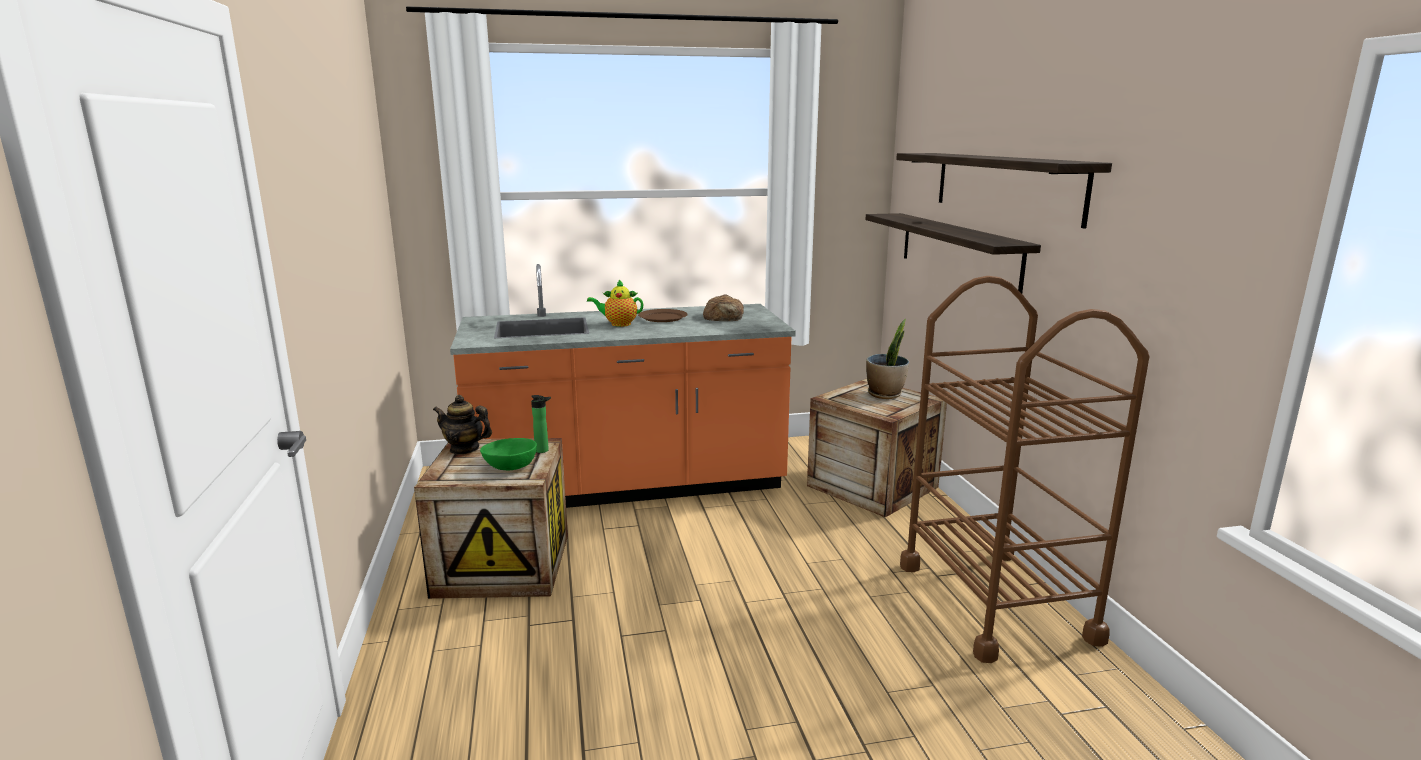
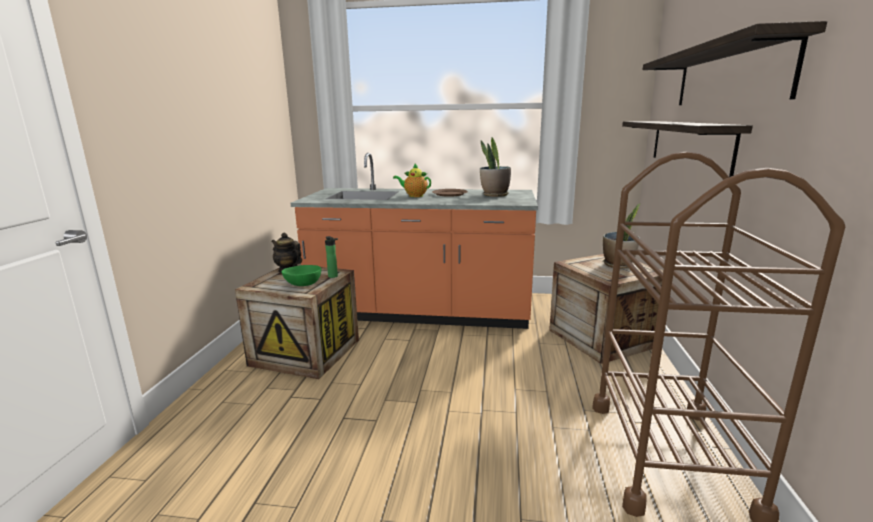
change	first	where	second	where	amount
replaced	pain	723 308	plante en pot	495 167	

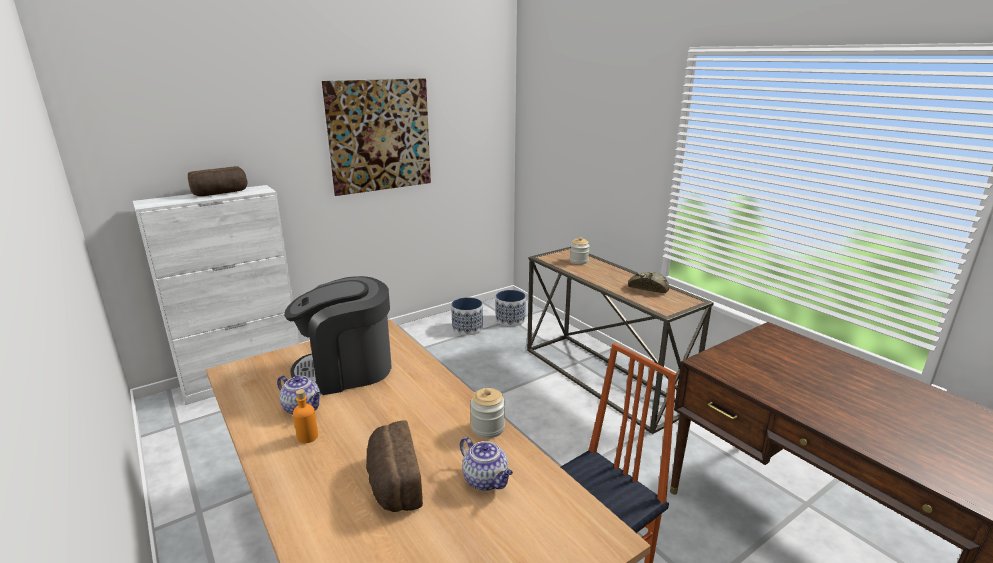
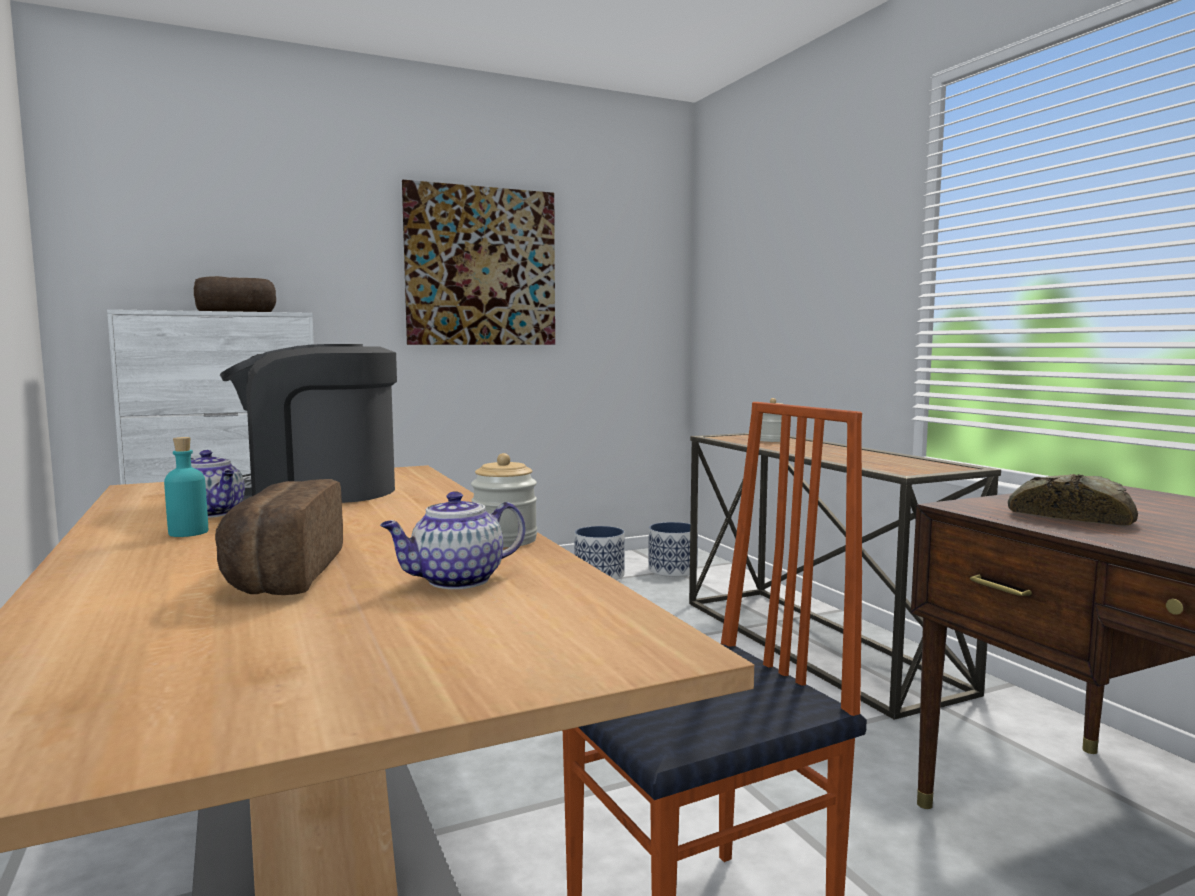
change	first	where	second	where	amount
moved	pain	648 282		1073 500	
recoloured	bouteille (orange)	305 416	bouteille (turquoise)	186 487	
turned	théière	486 464		453 540	90 degrees clockwise

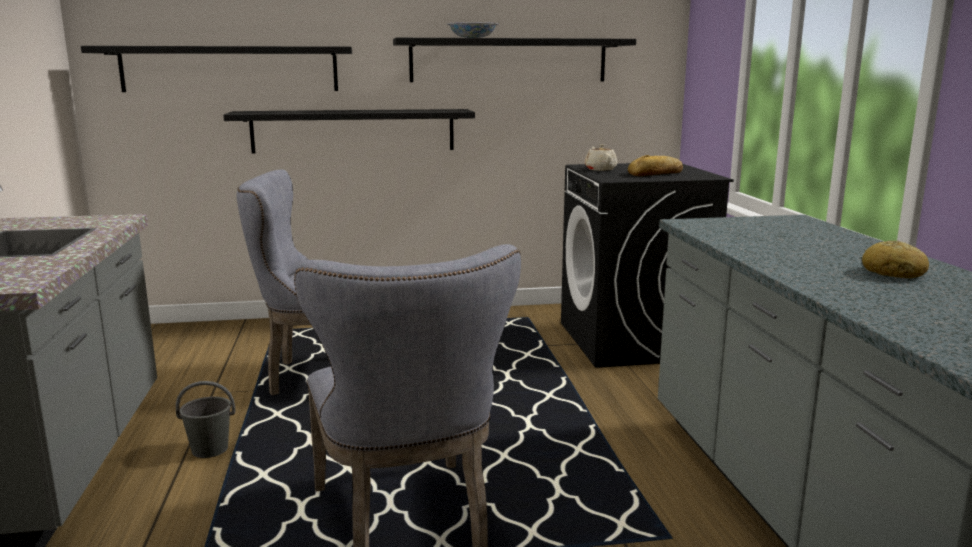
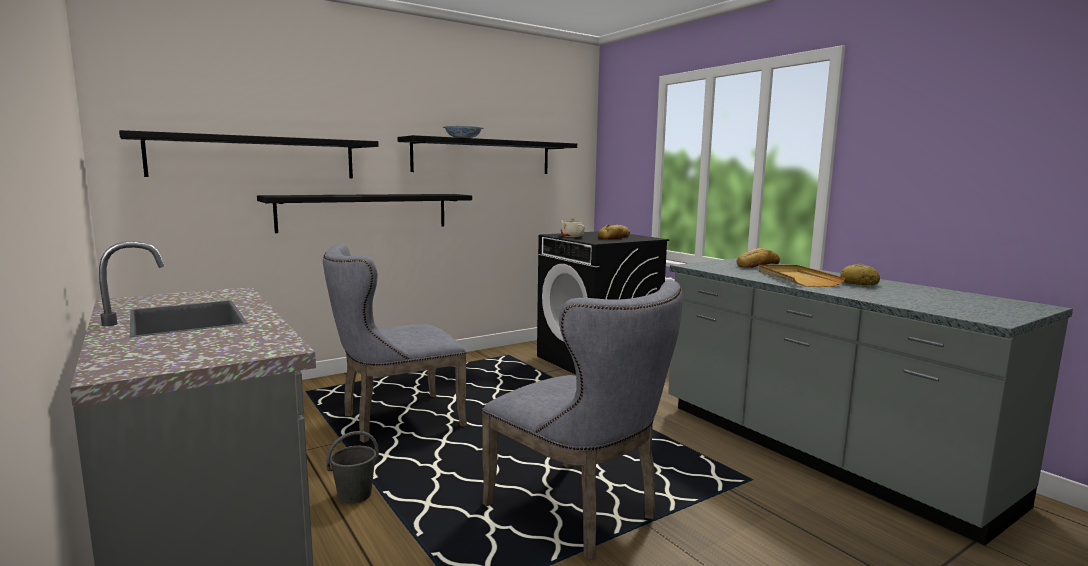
change	first	where	second	where	amount
added			pain	758 258	
added			plateau (beige)	802 276	

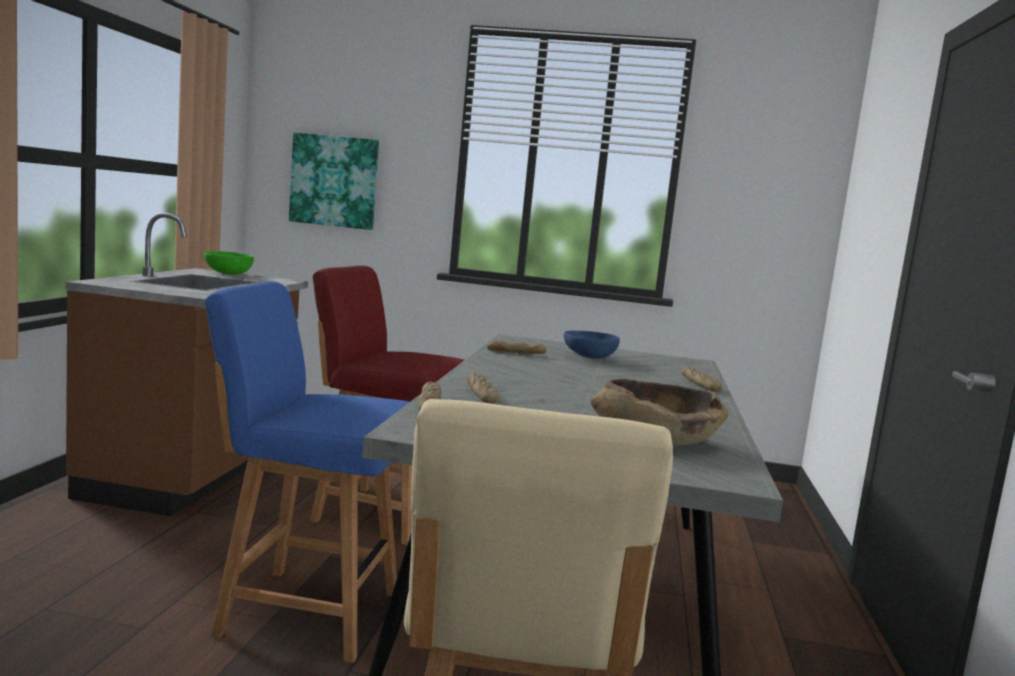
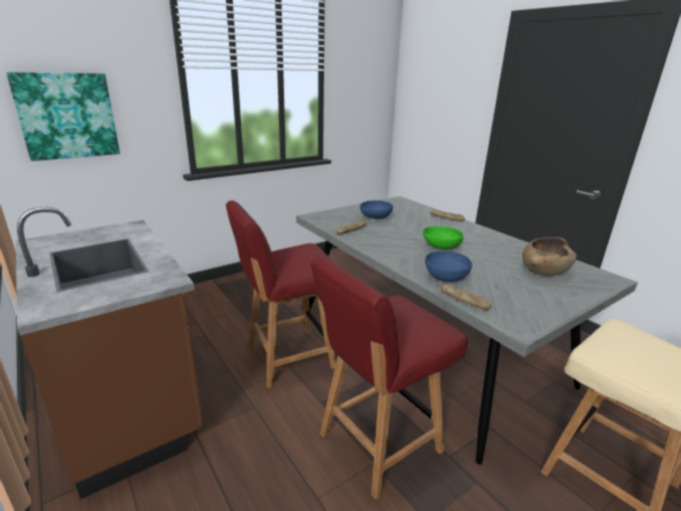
change	first	where	second	where	amount
moved	bol (vert)	229 263		443 238	
replaced	pain	483 388	bol (bleu)	448 266	
recoloured	chaise (bleu)	307 472	chaise (rouge)	389 378	

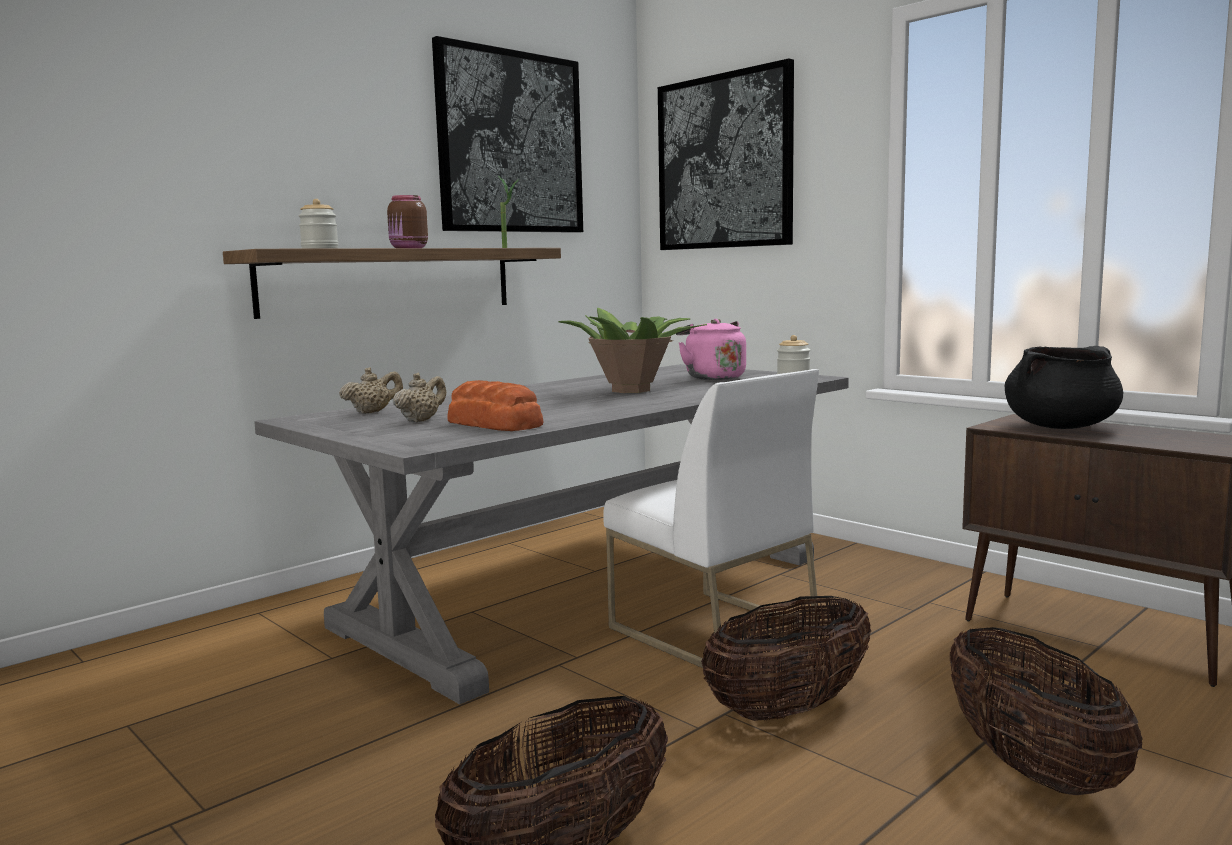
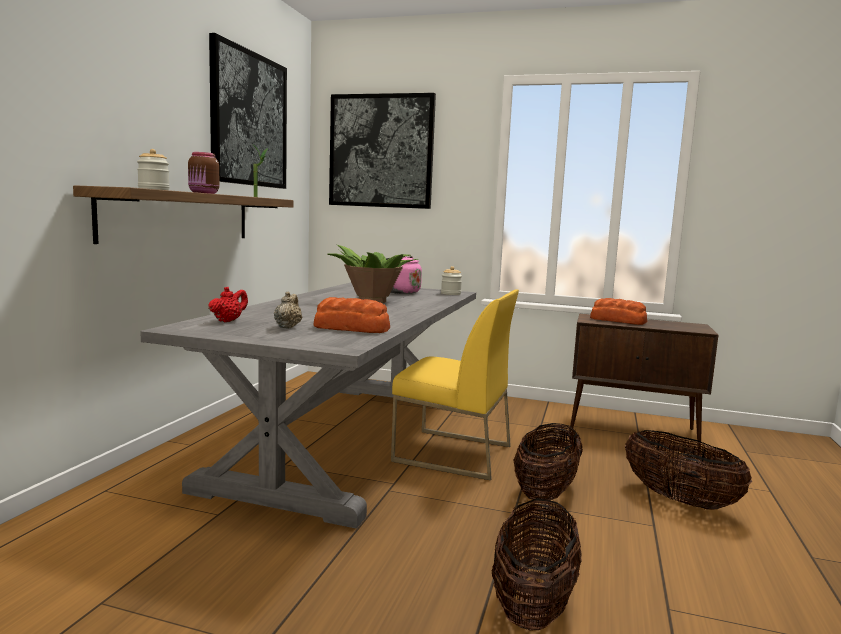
change	first	where	second	where	amount
replaced	marmite (noir)	1064 387	pain	618 311	
recoloured	théière (beige)	371 390	théière (rouge)	228 304	
recoloured	chaise (blanc)	711 518	chaise (jaune)	455 384	

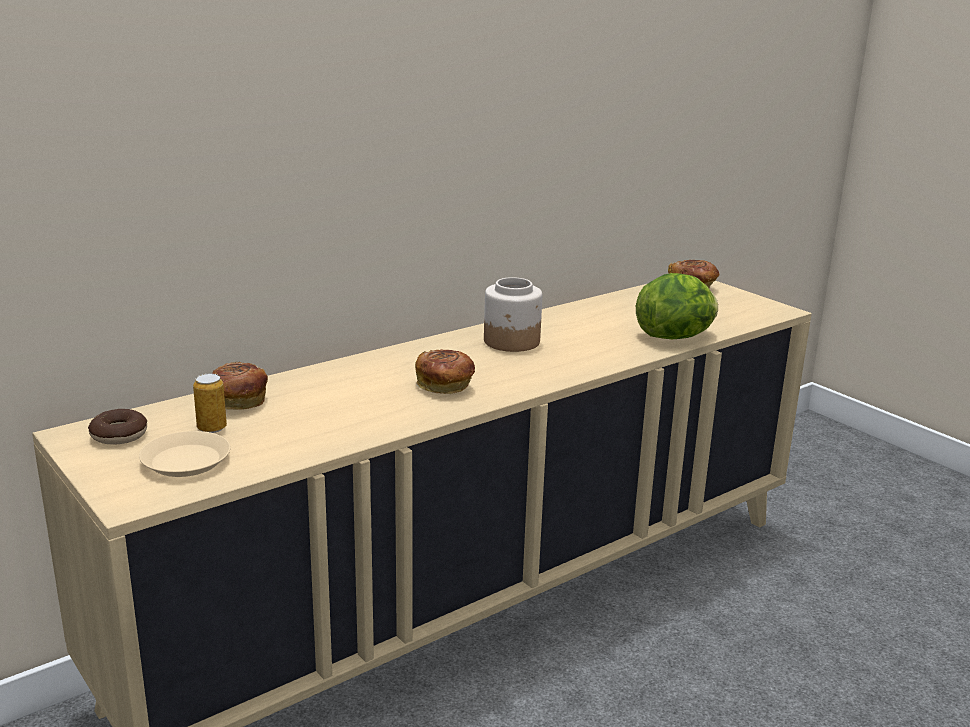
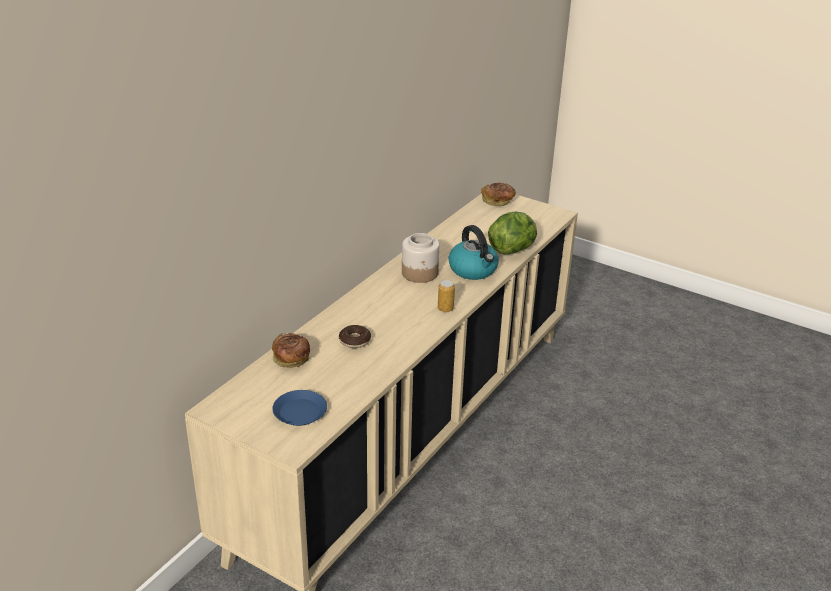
change	first	where	second	where	amount
removed	pain	445 371			
added			bouilloire	473 252	
moved	beignet	117 427		355 336	
moved	boîte métallique	210 403		446 296	
recoloured	assiette (beige)	185 454	assiette (bleu)	299 408	

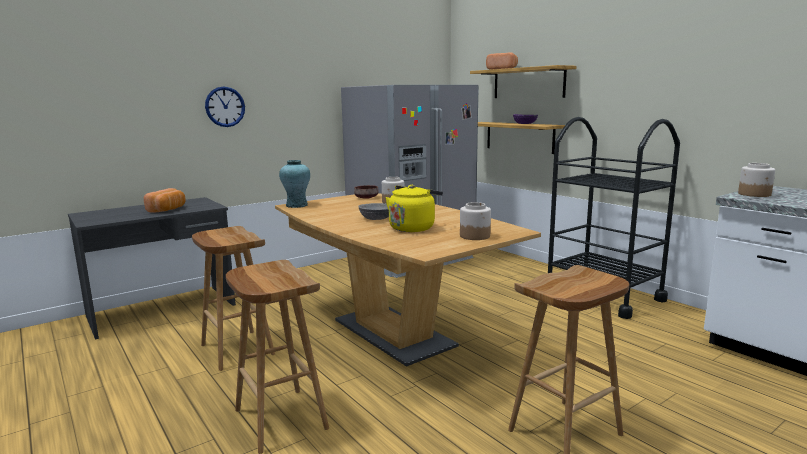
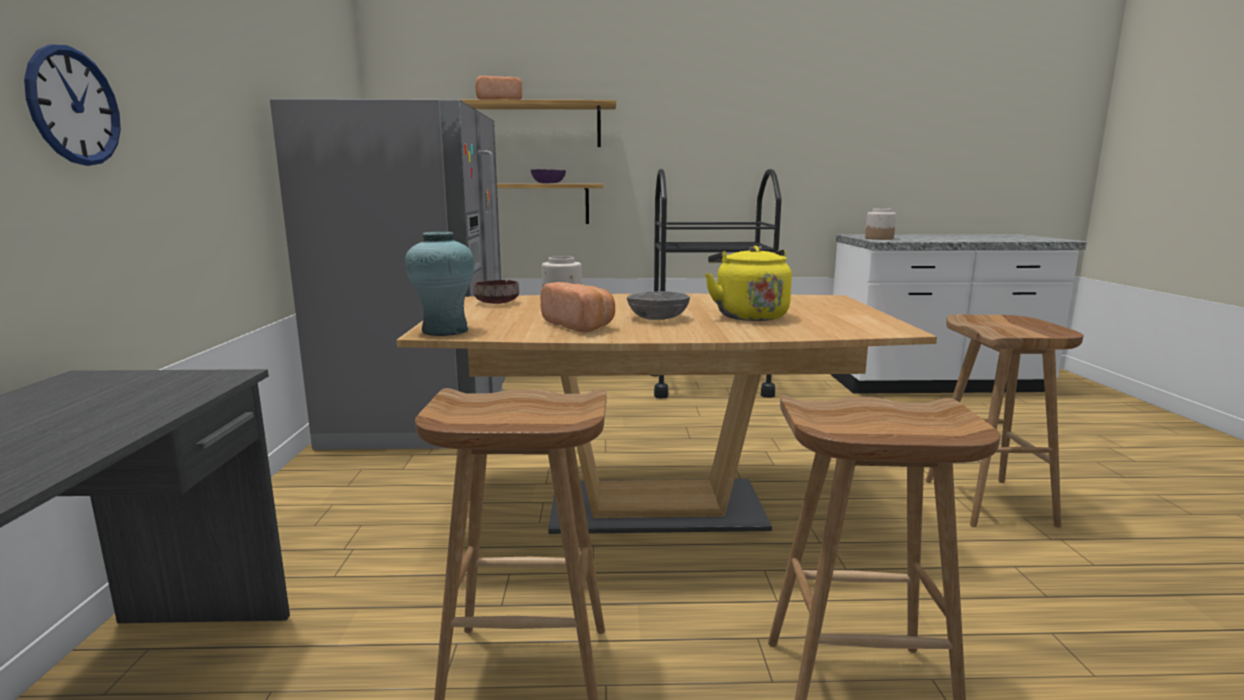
change	first	where	second	where	amount
removed	bocal	475 221			
moved	pain	165 200		577 307	

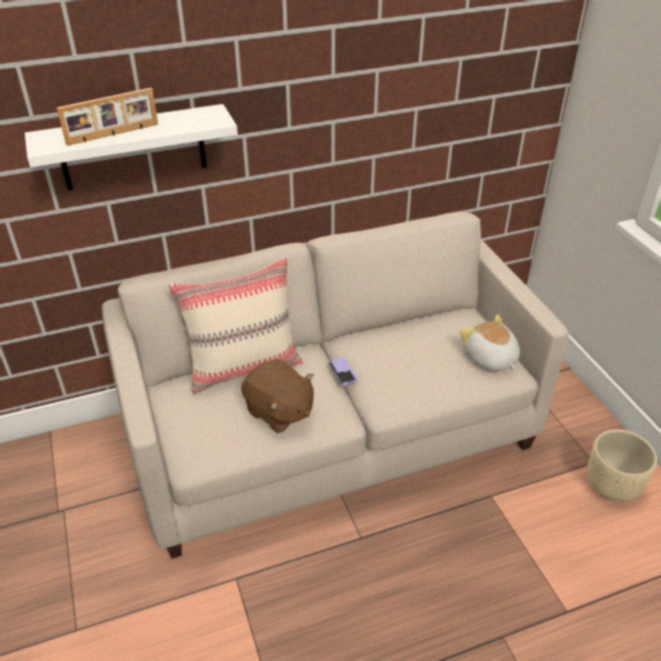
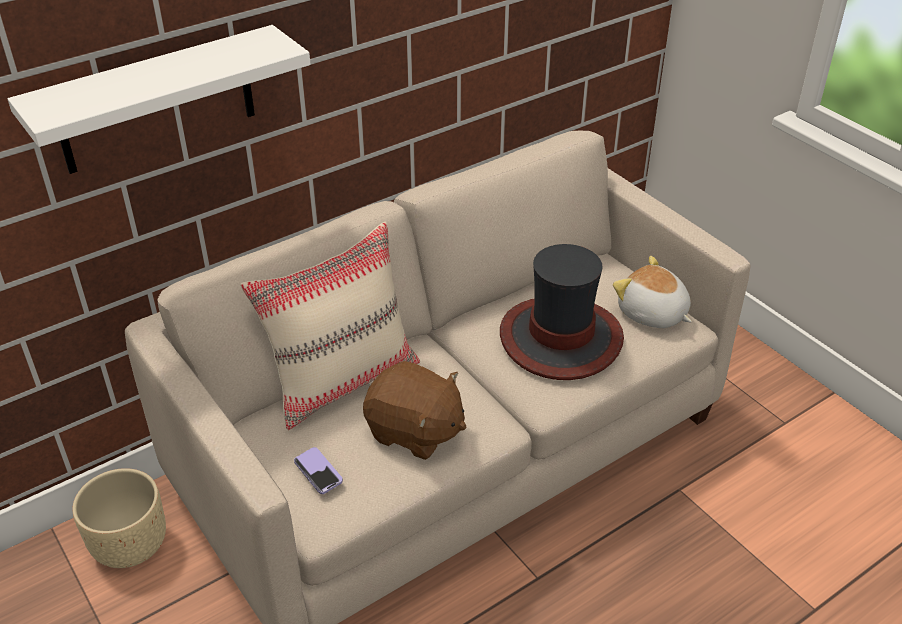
change	first	where	second	where	amount
removed	cadre photo	107 117			
added			chapeau	562 312	
moved	téléphone	343 371		318 470	
moved	cache-pot (beige)	622 465		119 518	

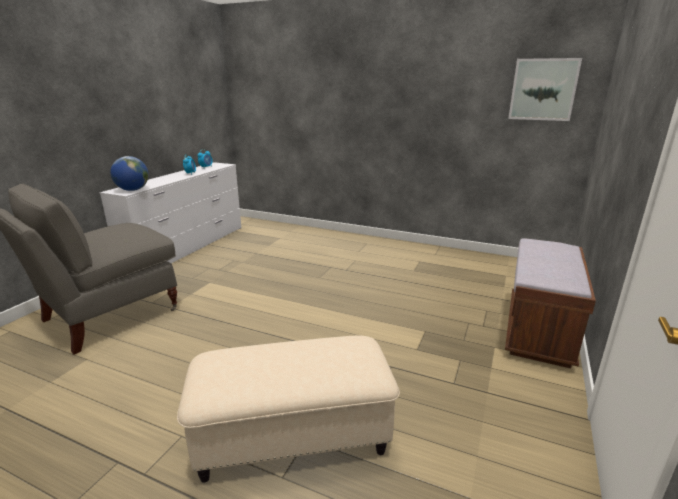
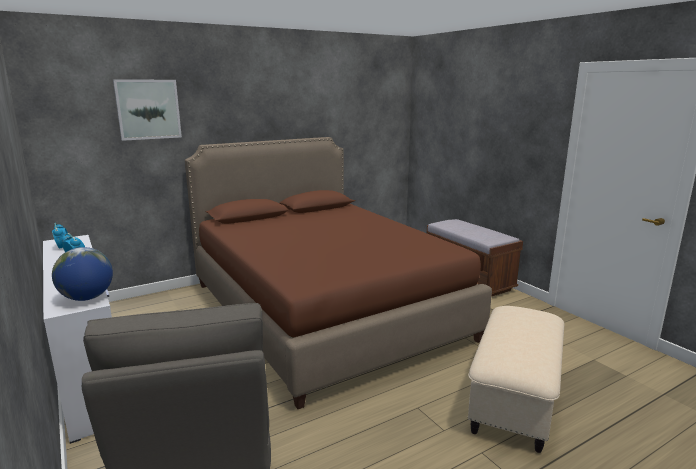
change	first	where	second	where	amount
added			lit (marron)	338 273	
moved	tableau	545 89		147 110	

